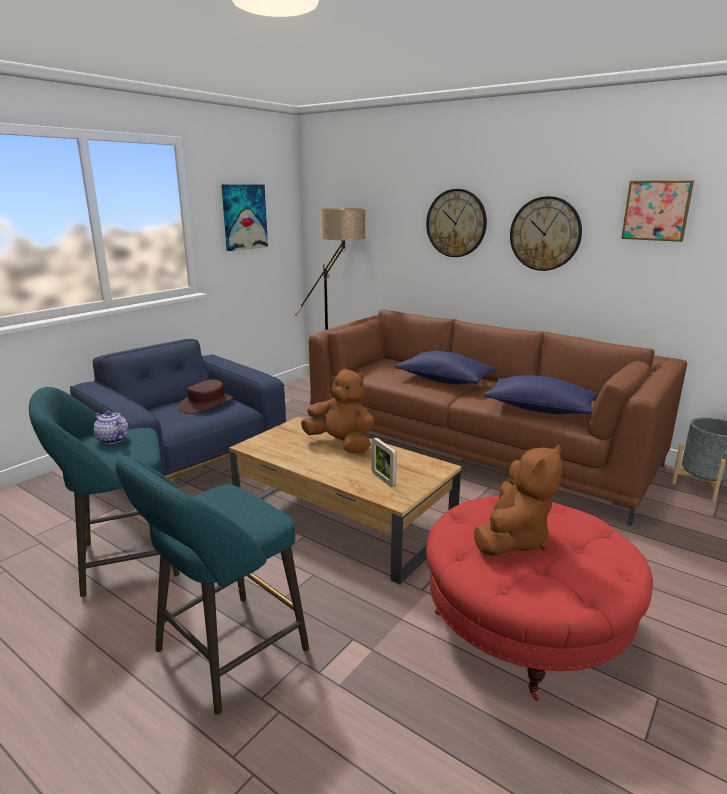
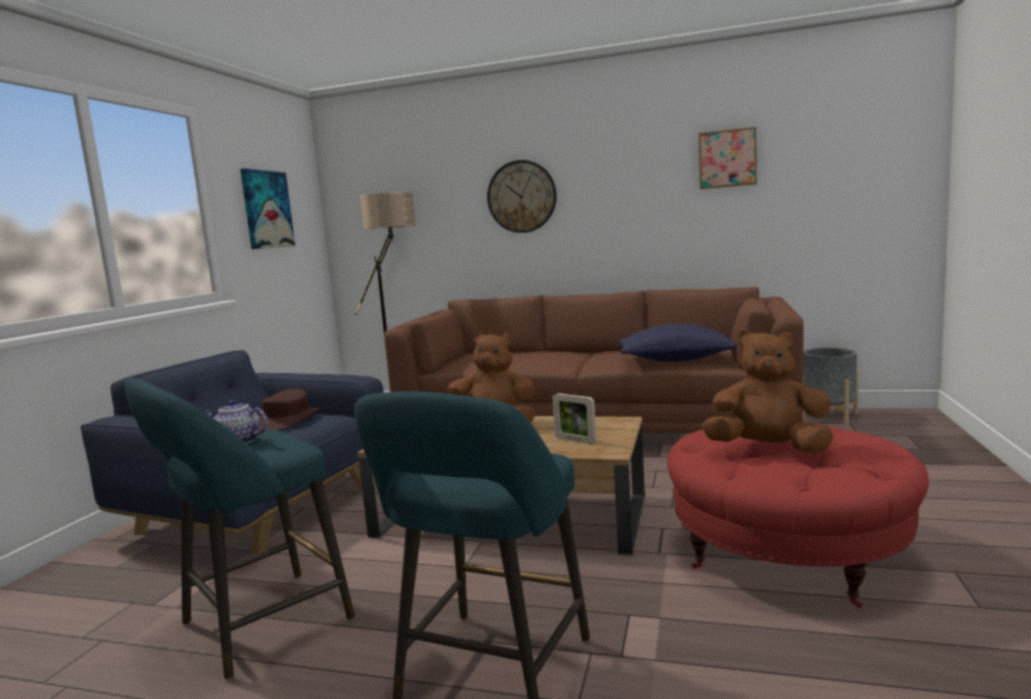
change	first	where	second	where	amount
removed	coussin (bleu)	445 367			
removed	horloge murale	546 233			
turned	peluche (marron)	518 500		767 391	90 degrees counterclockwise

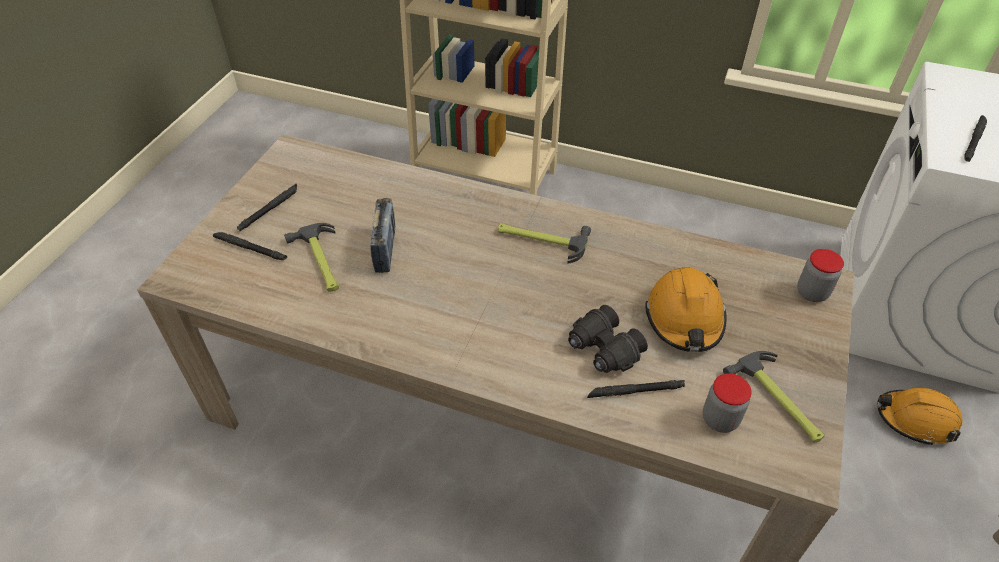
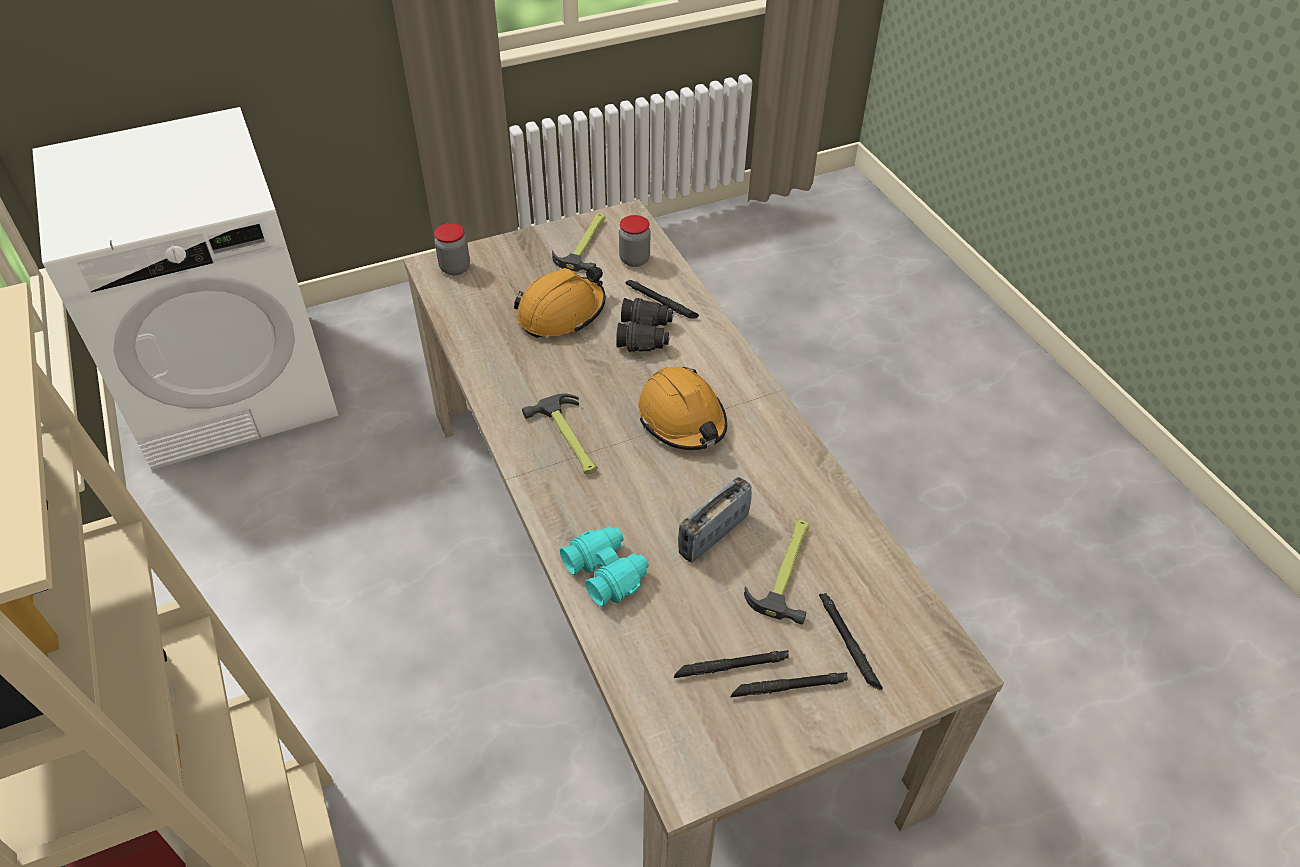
change	first	where	second	where	amount
added			jumelles (turquoise)	604 566	
moved	casque de chantier (orange)	919 416		682 408	
moved	lampe de poche (noir)	975 138		731 664	

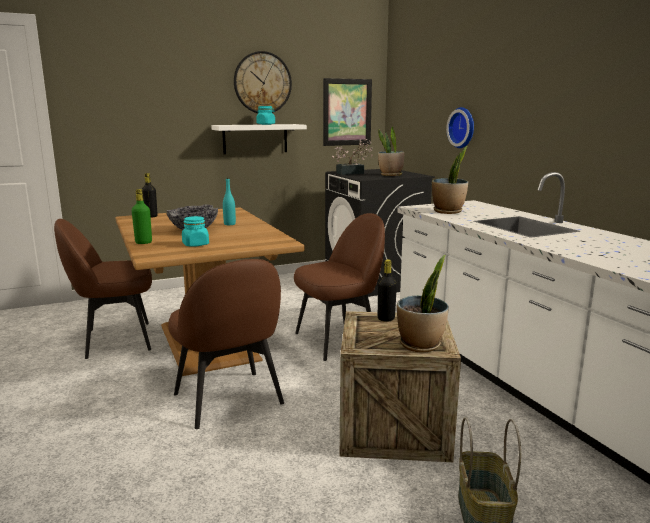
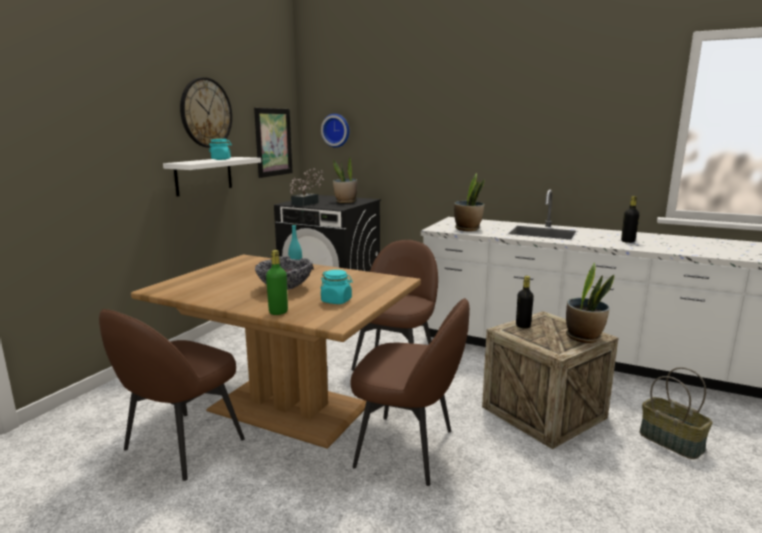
change	first	where	second	where	amount
moved	bouteille (noir)	150 195		630 219	
moved	horloge murale	460 127		335 131	

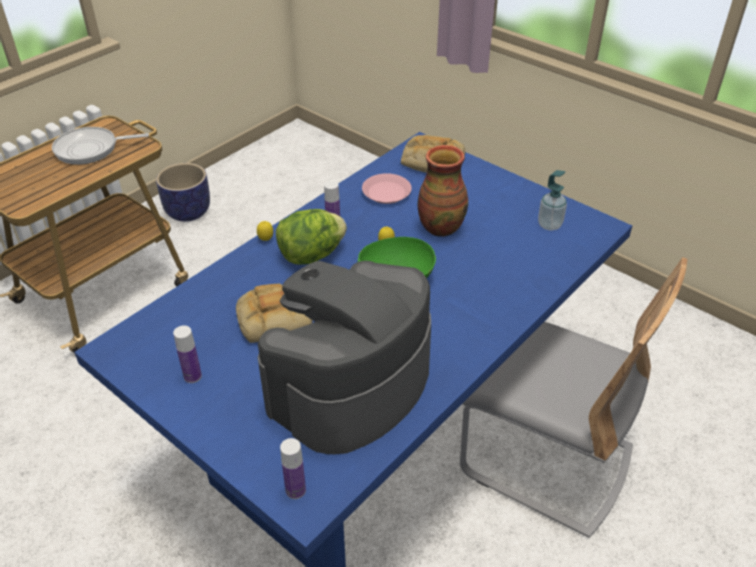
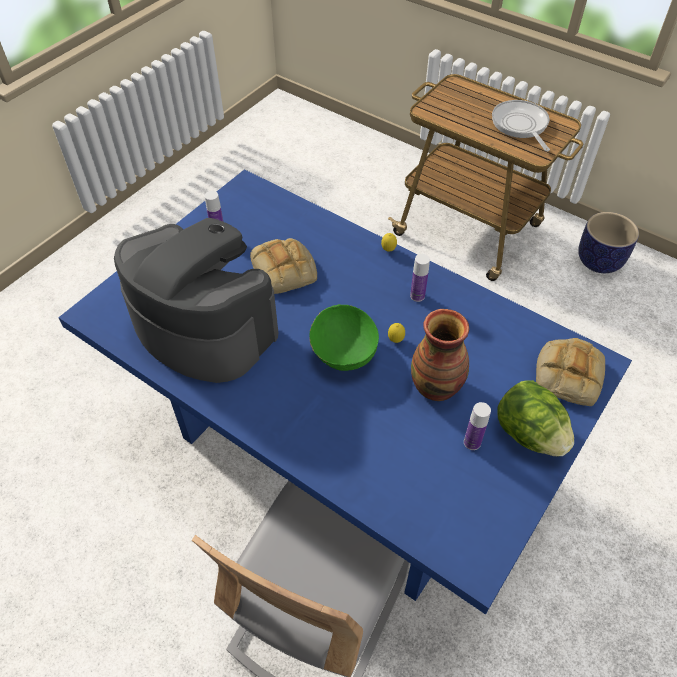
change	first	where	second	where	amount
removed	assiette (rose)	387 188			
removed	distributeur de savon	552 200			
moved	laitue	311 237		535 418	
moved	bouteille	293 468		477 426	

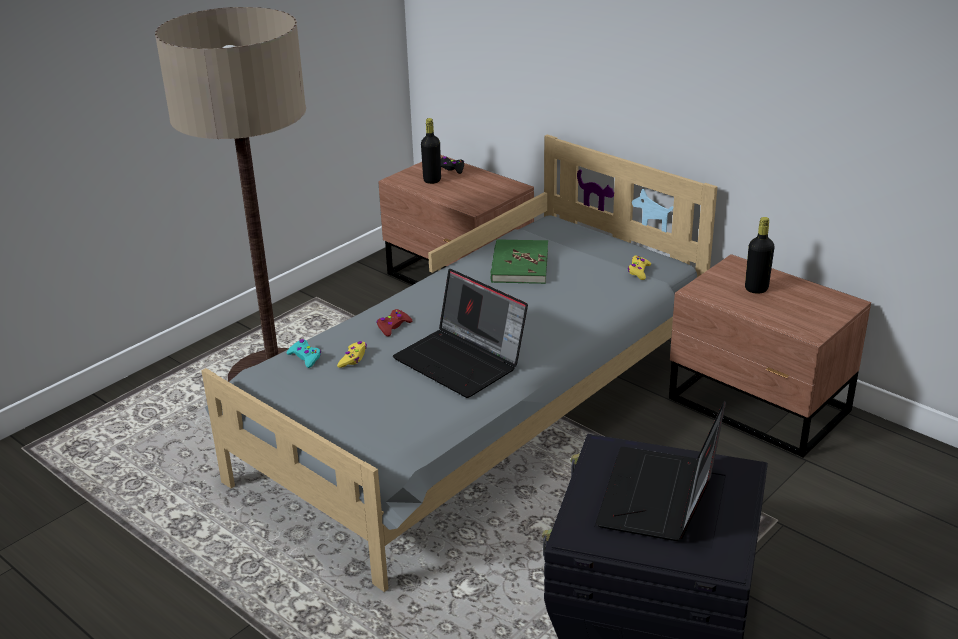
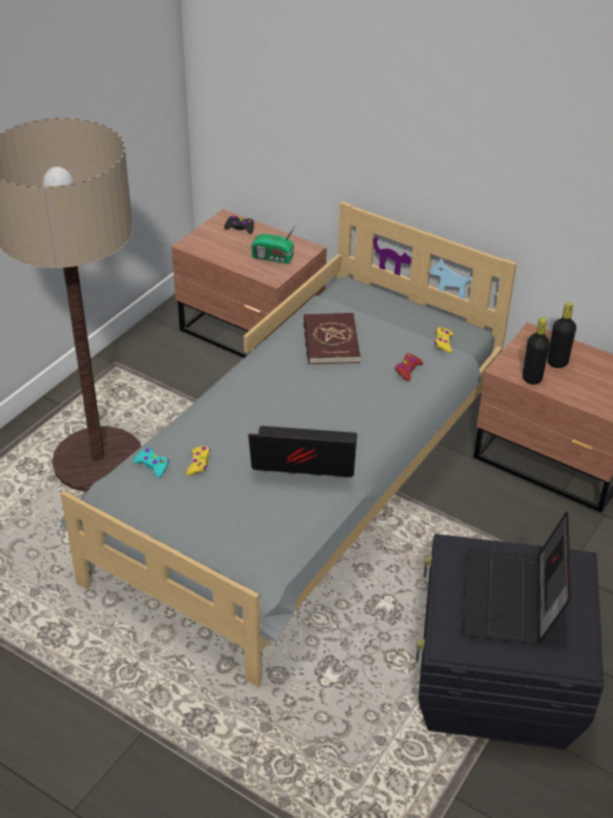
change	first	where	second	where	amount
added			radio	273 244	
moved	manette (rouge)	394 323		409 367	
moved	bouteille (noir)	431 151		536 351	
recoloured	livre (vert)	519 261	livre (rouge)	331 339	
turned	ordinateur portable	460 333		302 451	150 degrees clockwise

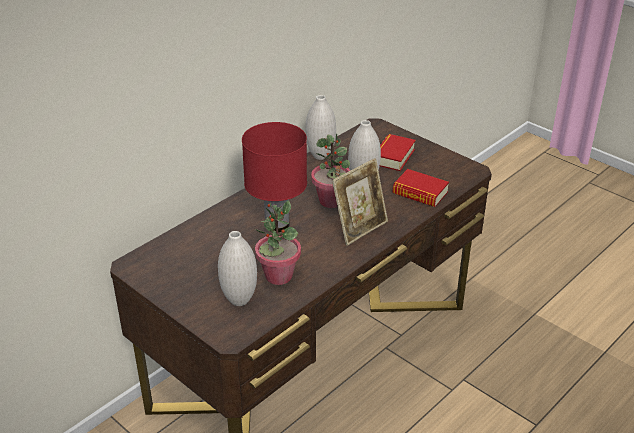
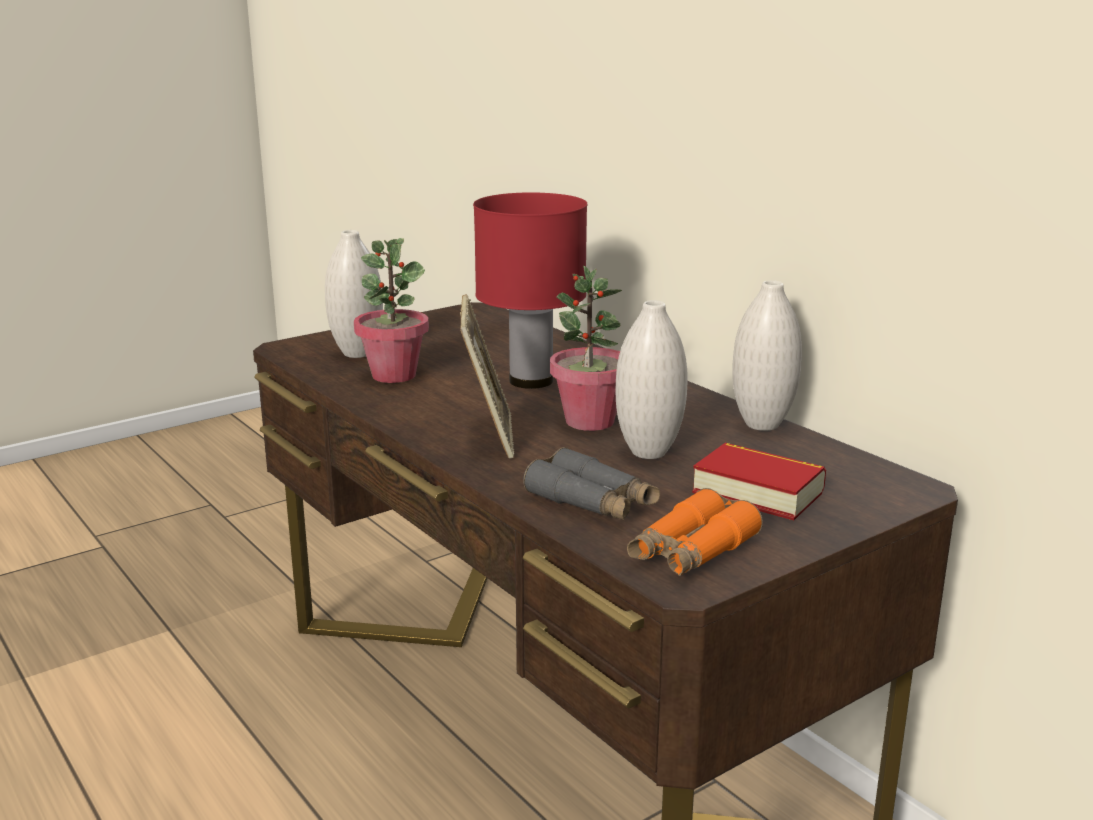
change	first	where	second	where	amount
added			jumelles (orange)	695 532	
replaced	livre	421 188	jumelles (gris)	591 483	
turned	cadre photo	360 202		487 376	150 degrees counterclockwise

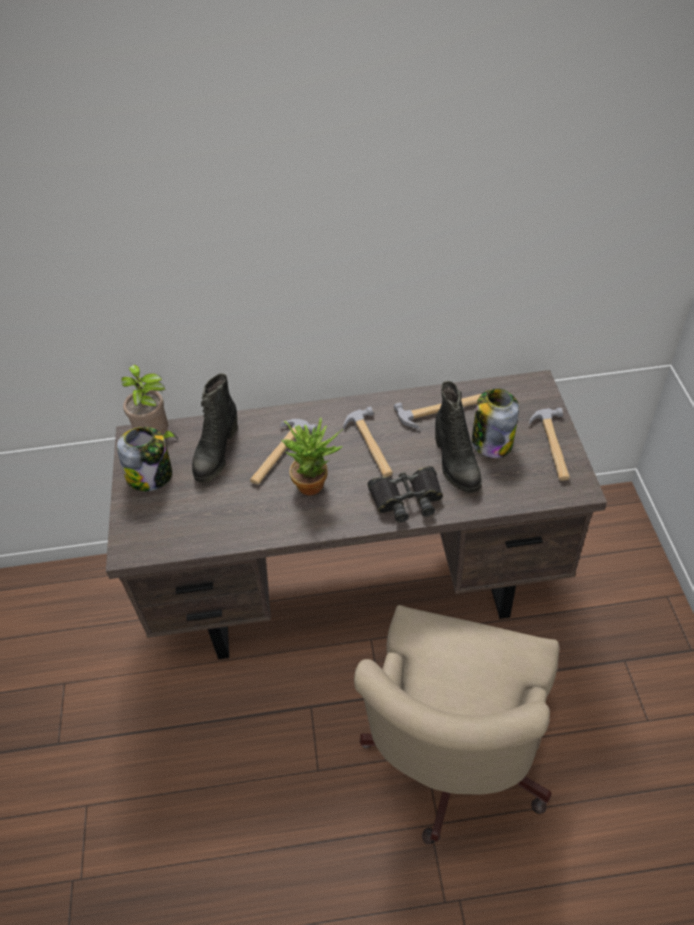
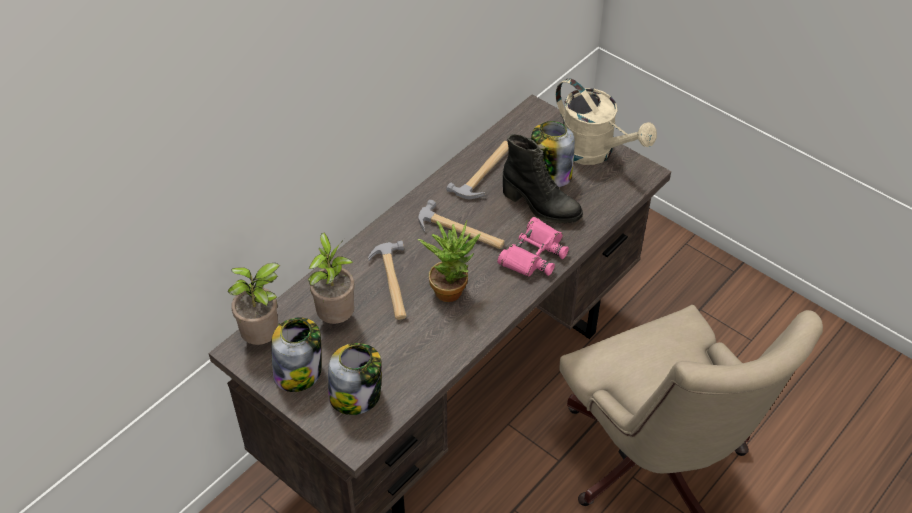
change	first	where	second	where	amount
added			bocal	355 379	
replaced	botte (noir)	215 428	plante en pot	331 278	
replaced	marteau	549 444	arrosoir (beige)	606 121	
recoloured	jumelles (noir)	405 494	jumelles (rose)	533 247	

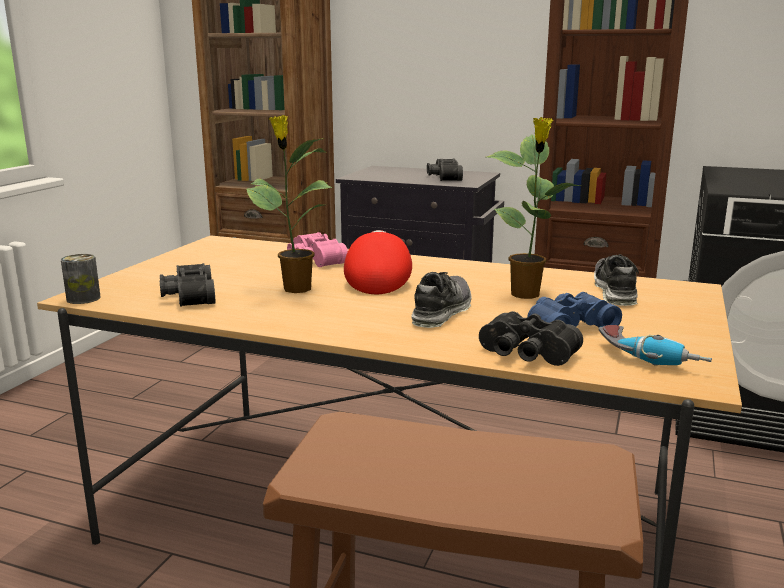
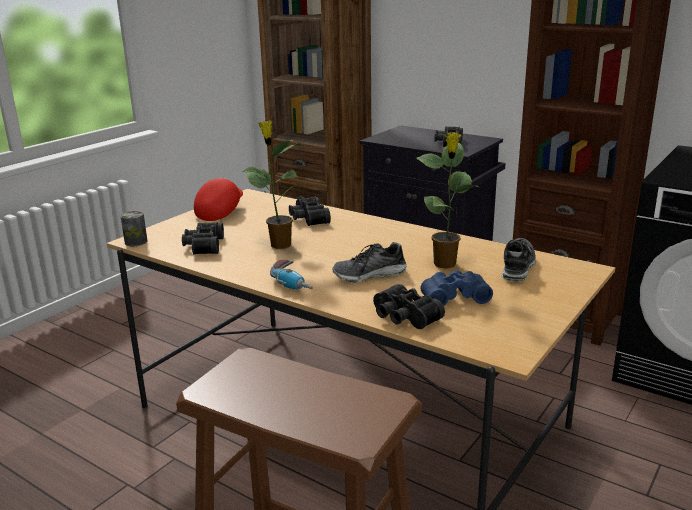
change	first	where	second	where	amount
moved	casquette (rouge)	378 262		218 199	
moved	perceuse	655 345		291 275	
recoloured	jumelles (rose)	317 249	jumelles (noir)	310 211	
turned	chaussure	441 300		369 262	150 degrees counterclockwise

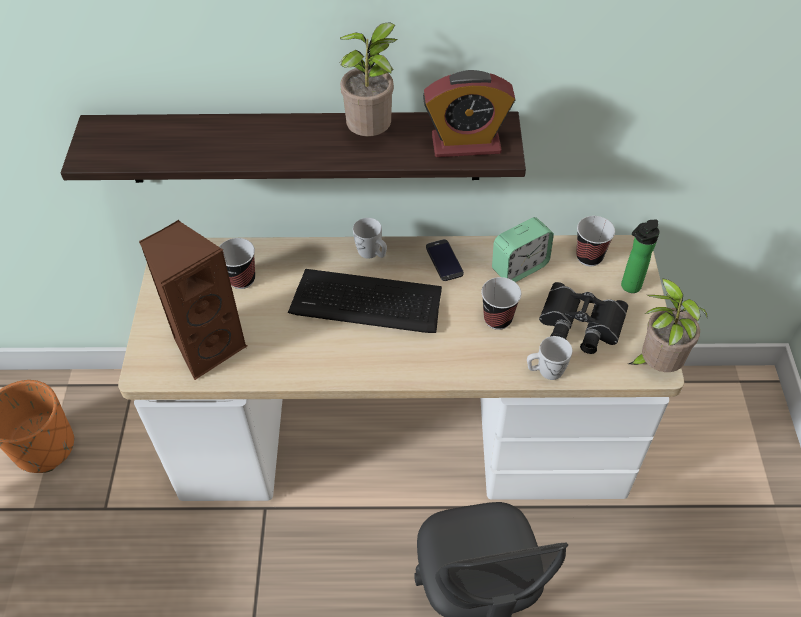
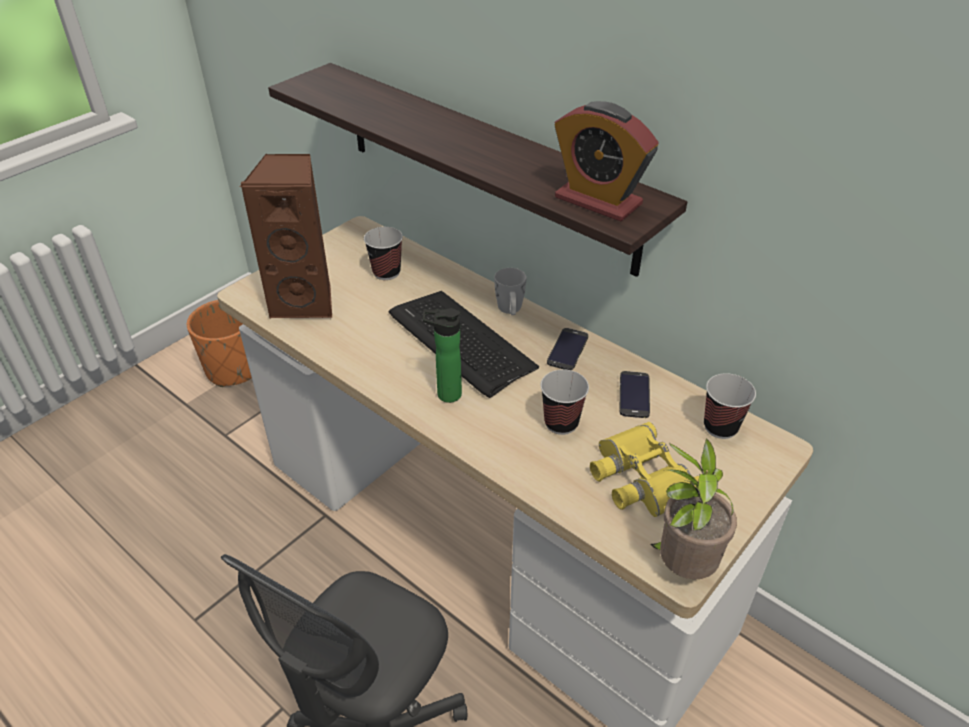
change	first	where	second	where	amount
removed	plante en pot	368 79			
removed	mug (blanc)	549 358			
moved	bouteille	640 256		442 355	
replaced	réveil	523 249	téléphone	634 394	
recoloured	jumelles (noir)	583 318	jumelles (jaune)	644 469	

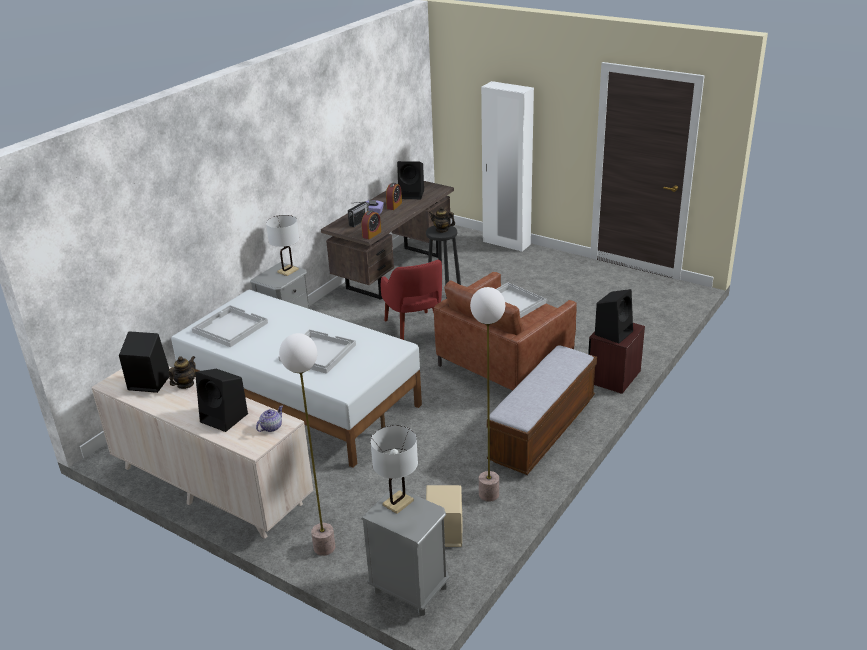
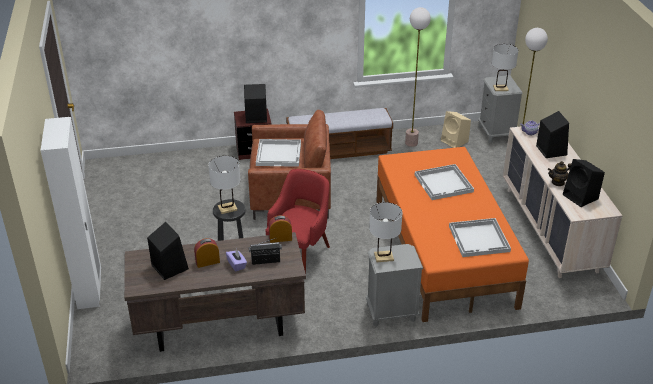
change	first	where	second	where	amount
replaced	théière	442 220	lampe de table (blanc)	224 185	
recoloured	lit (blanc)	296 379	lit (orange)	452 234	

